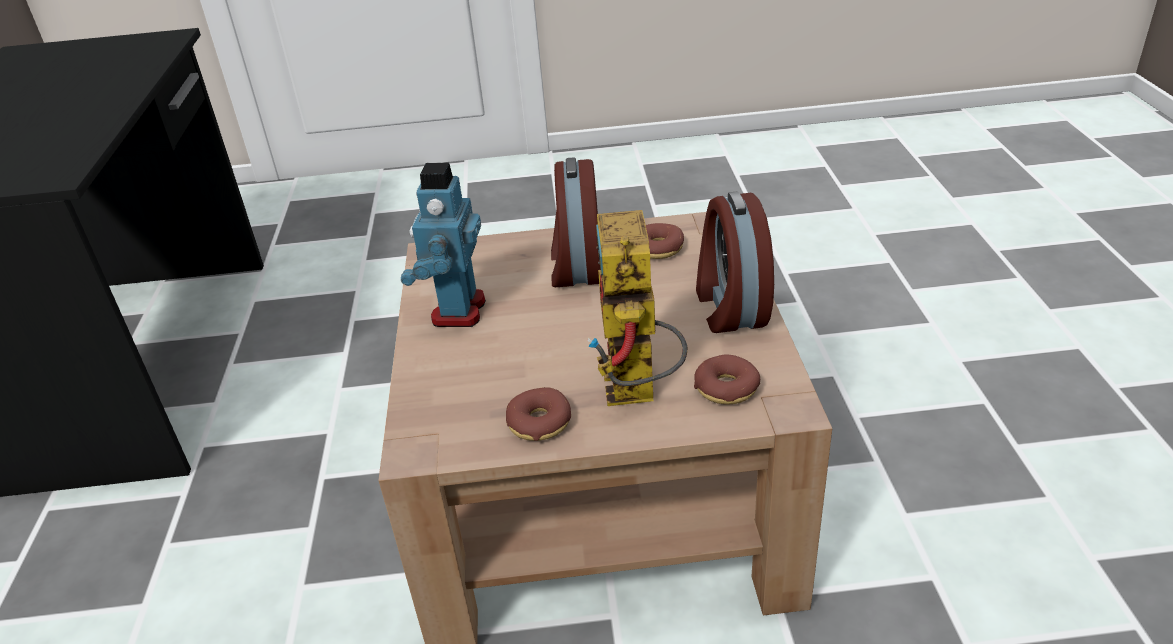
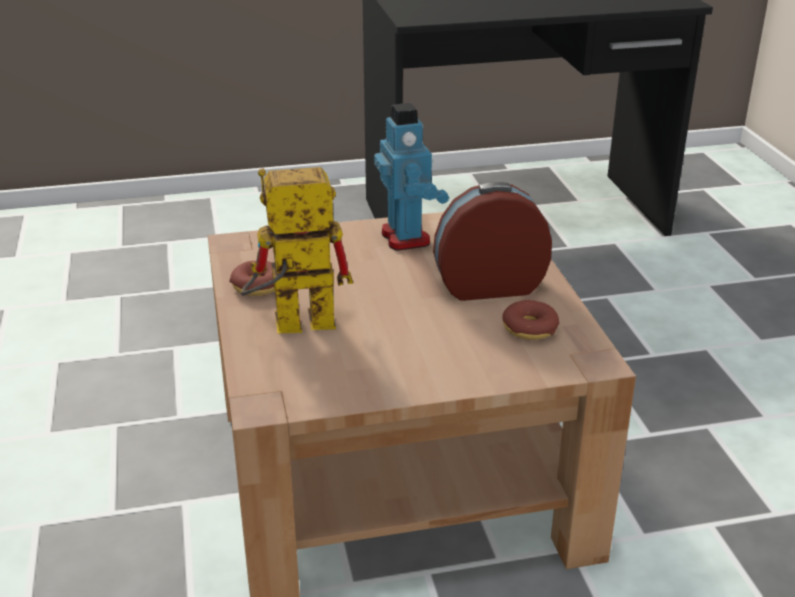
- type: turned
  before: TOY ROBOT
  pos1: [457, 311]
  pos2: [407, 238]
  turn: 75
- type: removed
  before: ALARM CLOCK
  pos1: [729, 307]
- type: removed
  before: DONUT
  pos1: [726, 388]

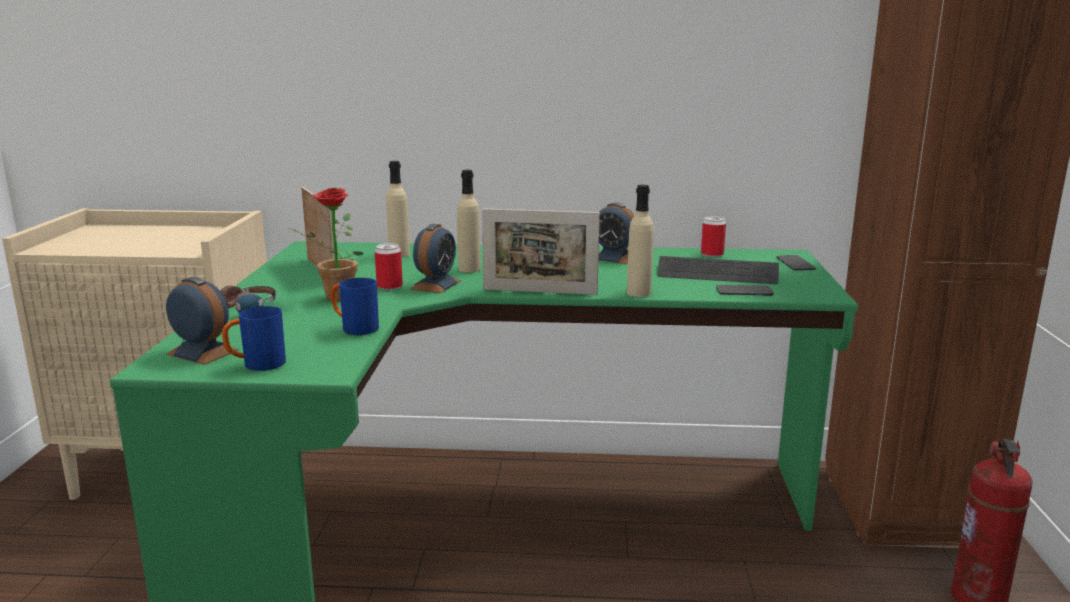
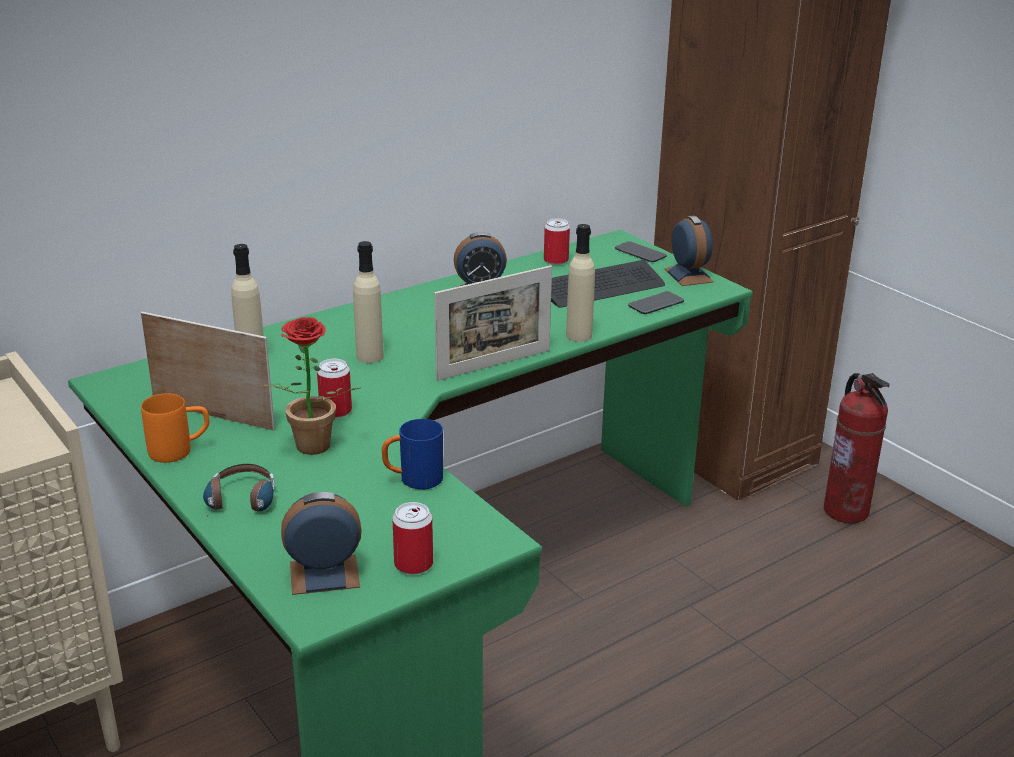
- type: moved
  before: ALARM CLOCK
  pos1: [435, 285]
  pos2: [688, 275]
- type: replaced
  before: BLUE MUG
  after: CAN
  pos1: [256, 365]
  pos2: [413, 564]
- type: added
  after: ORANGE MUG
  pos2: [180, 450]

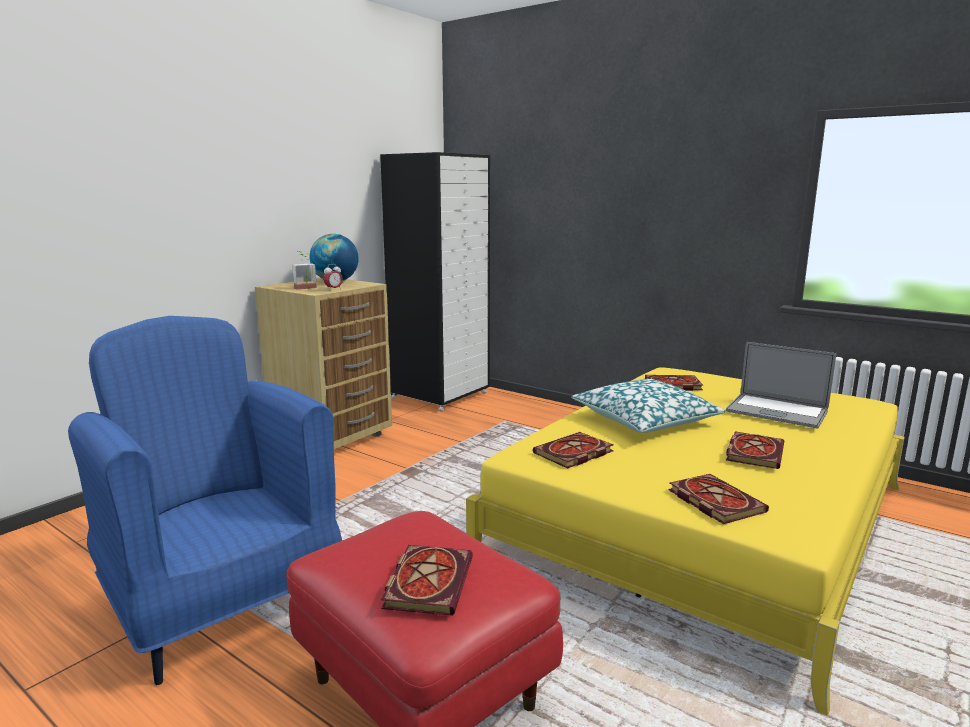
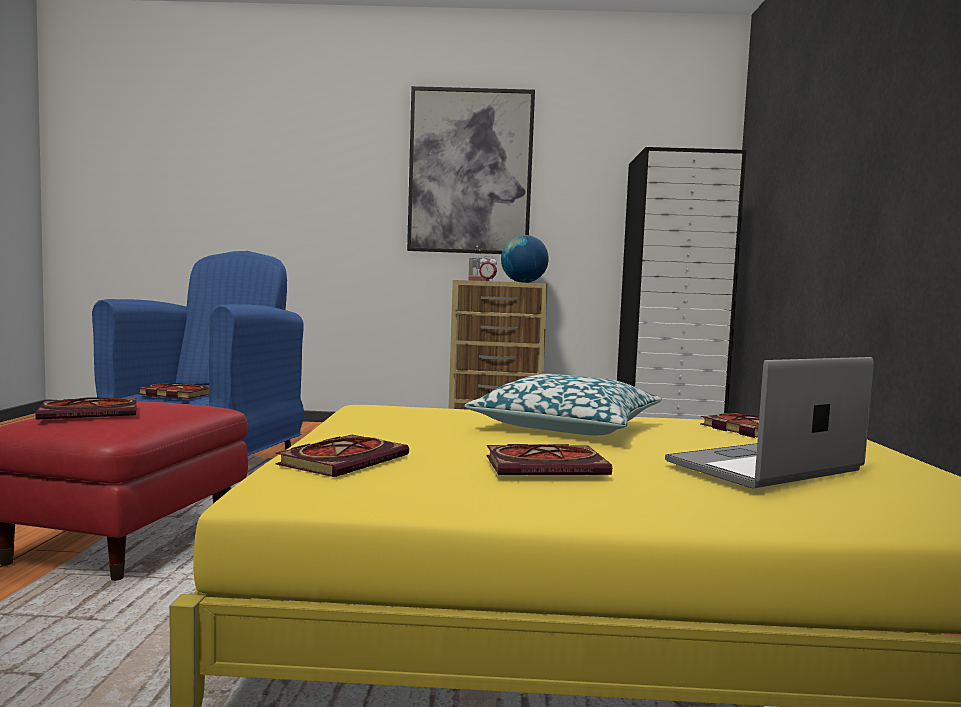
- type: turned
  before: LAPTOP
  pos1: [776, 411]
  pos2: [763, 466]
  turn: 60
- type: moved
  before: BOOK
  pos1: [573, 453]
  pos2: [175, 394]
- type: added
  after: PICTURE
  pos2: [470, 172]

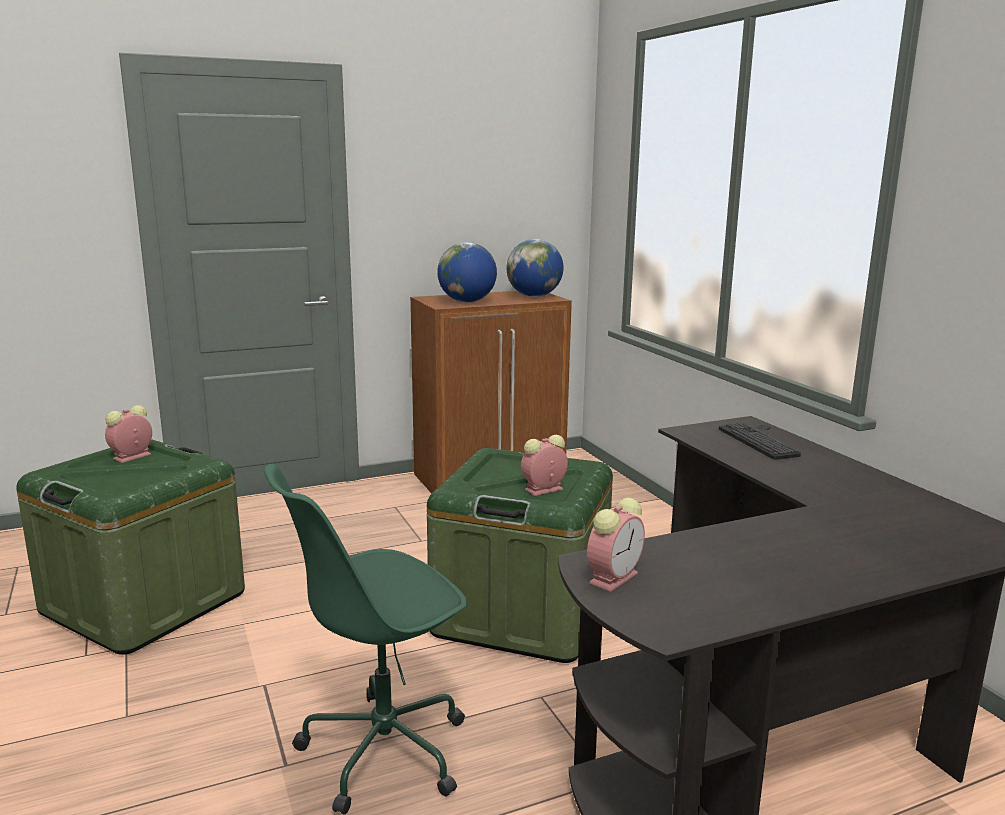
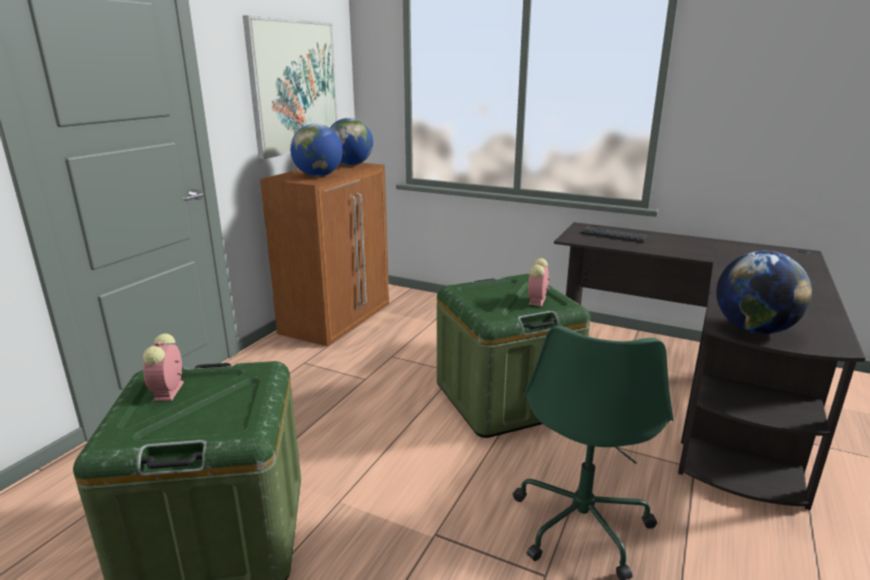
- type: replaced
  before: ALARM CLOCK
  after: GLOBE
  pos1: [614, 577]
  pos2: [753, 329]
- type: added
  after: PICTURE
  pos2: [294, 87]

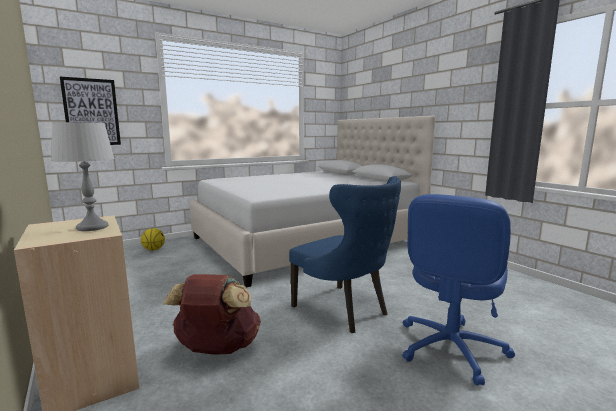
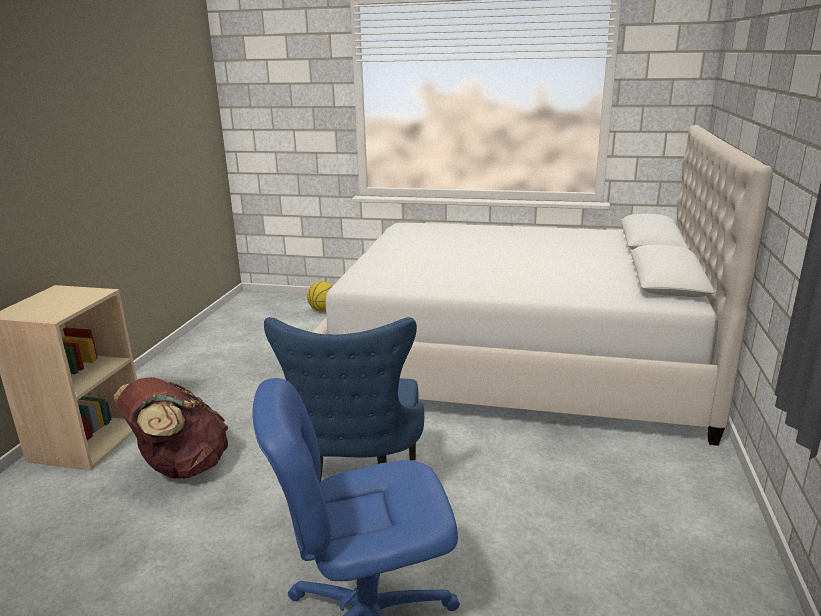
- type: removed
  before: PICTURE
  pos1: [91, 112]
- type: removed
  before: GREY TABLE LAMP
  pos1: [93, 227]

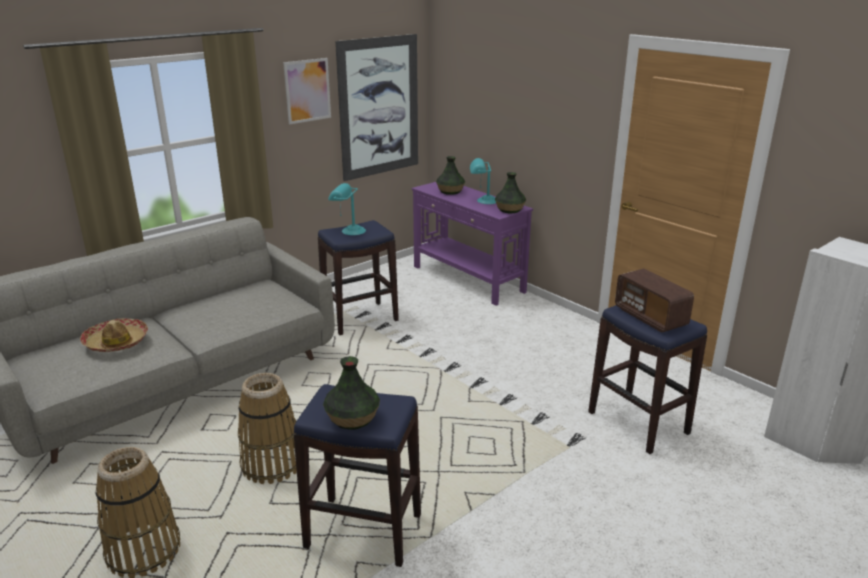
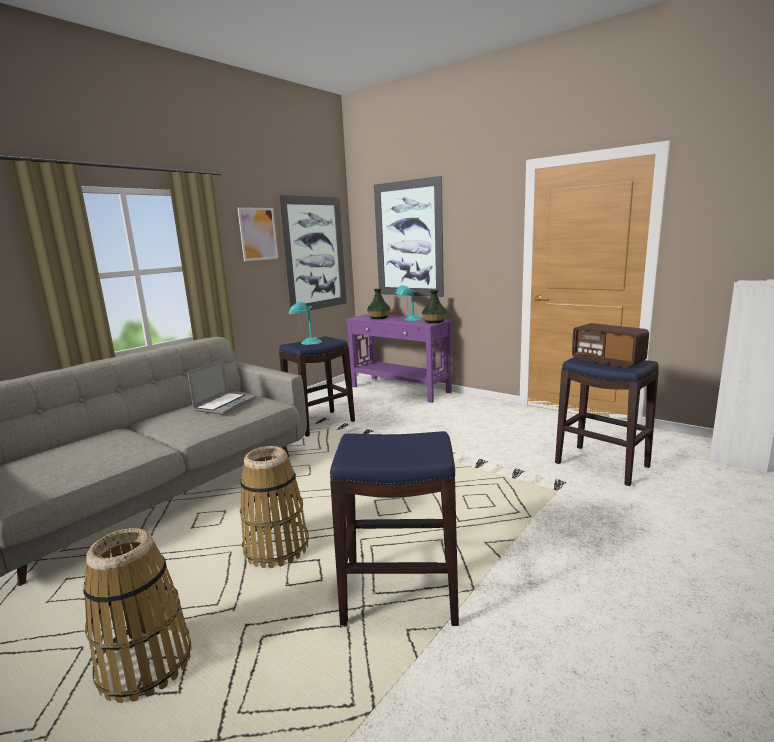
- type: removed
  before: HAT
  pos1: [116, 342]
- type: removed
  before: VASE
  pos1: [352, 418]
- type: added
  after: PICTURE
  pos2: [408, 239]
- type: added
  after: LAPTOP
  pos2: [225, 404]

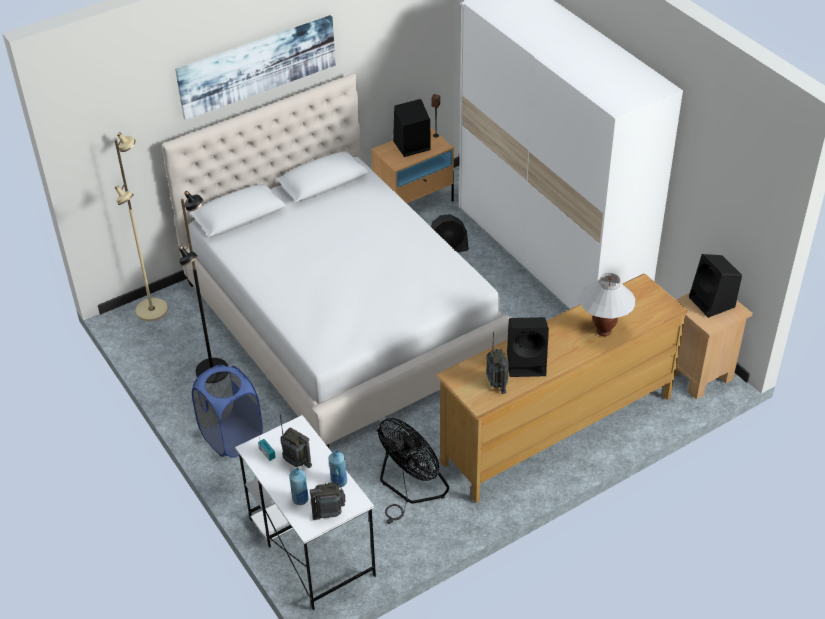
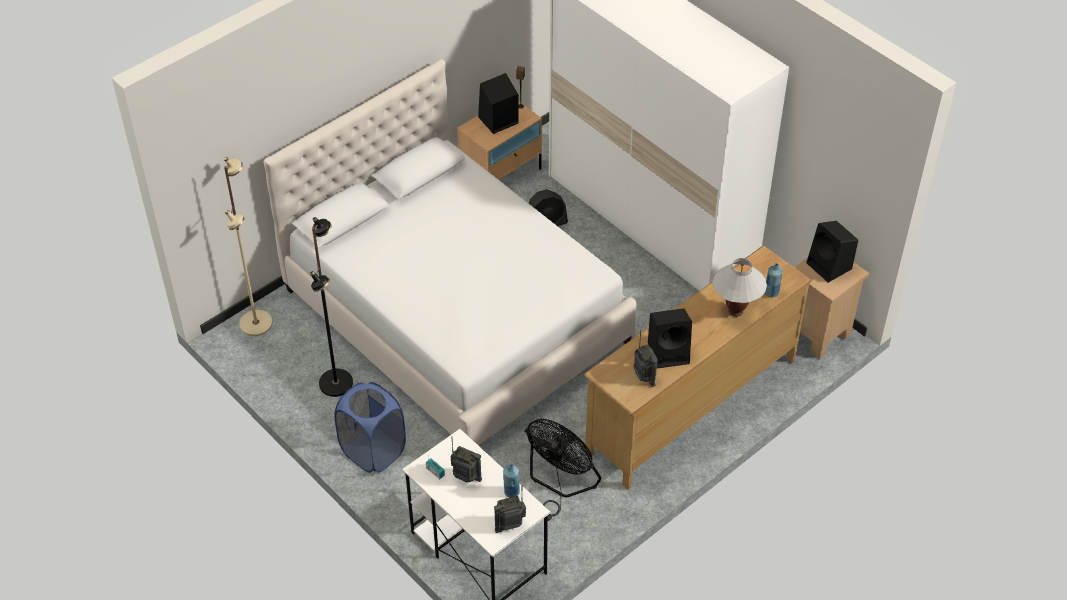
- type: removed
  before: PICTURE
  pos1: [257, 66]
- type: moved
  before: BLUE BOTTLE
  pos1: [300, 499]
  pos2: [771, 293]

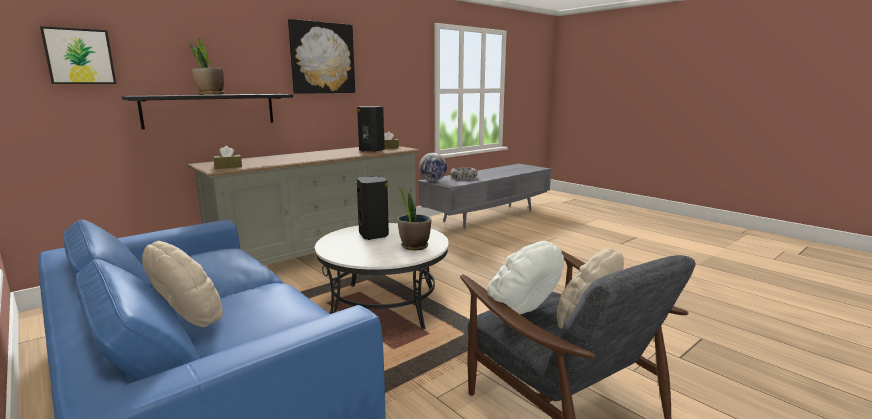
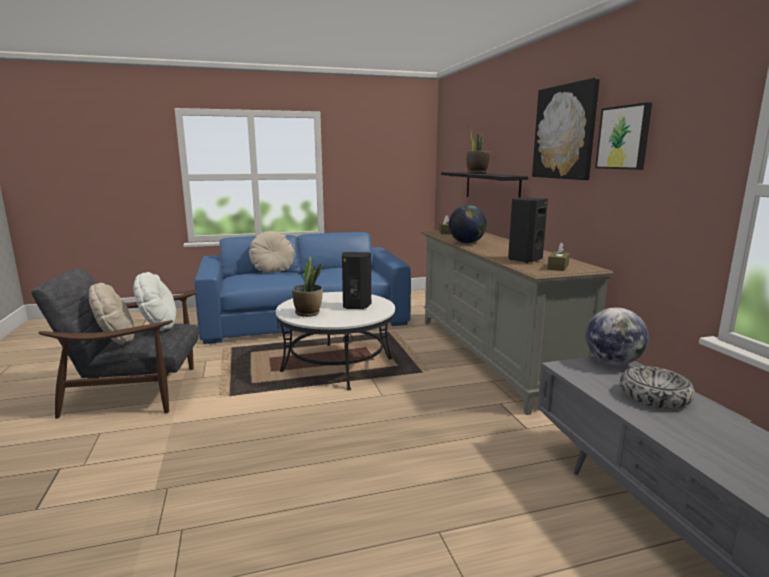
- type: moved
  before: PICTURE
  pos1: [79, 56]
  pos2: [624, 137]
- type: added
  after: GLOBE
  pos2: [466, 243]

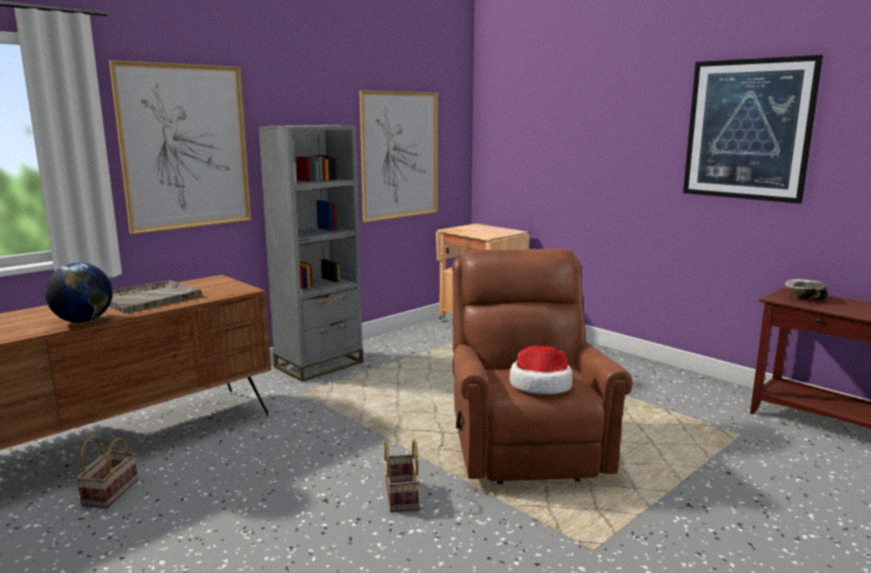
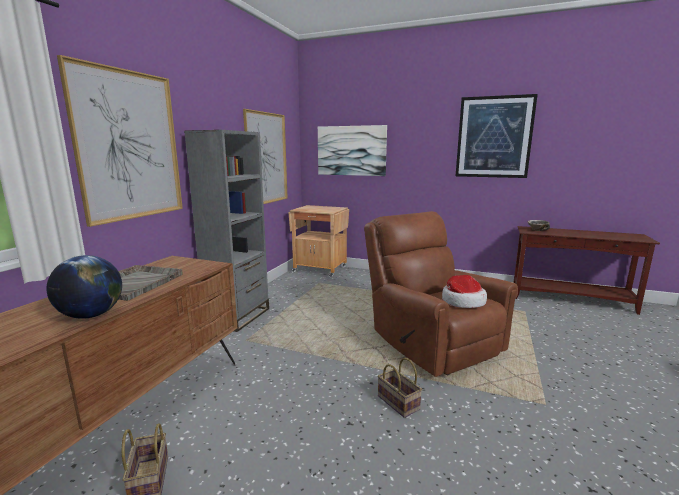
- type: added
  after: PICTURE
  pos2: [351, 150]

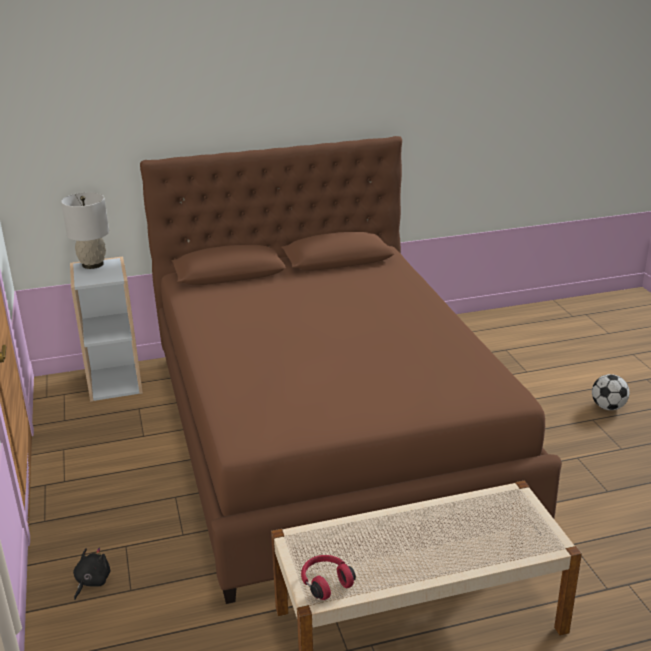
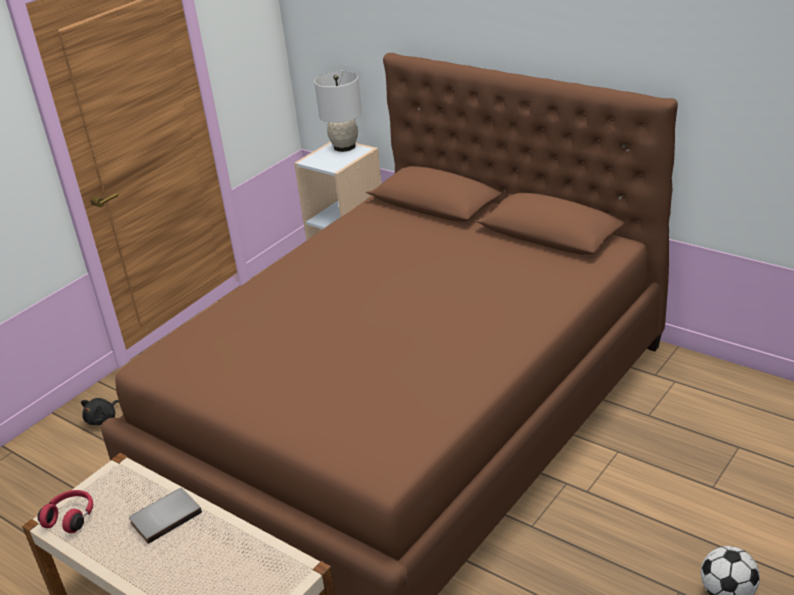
- type: turned
  before: BLACK PLUSH TOY
  pos1: [91, 582]
  pos2: [103, 419]
  turn: 135
- type: added
  after: GREY BOOK
  pos2: [164, 516]

